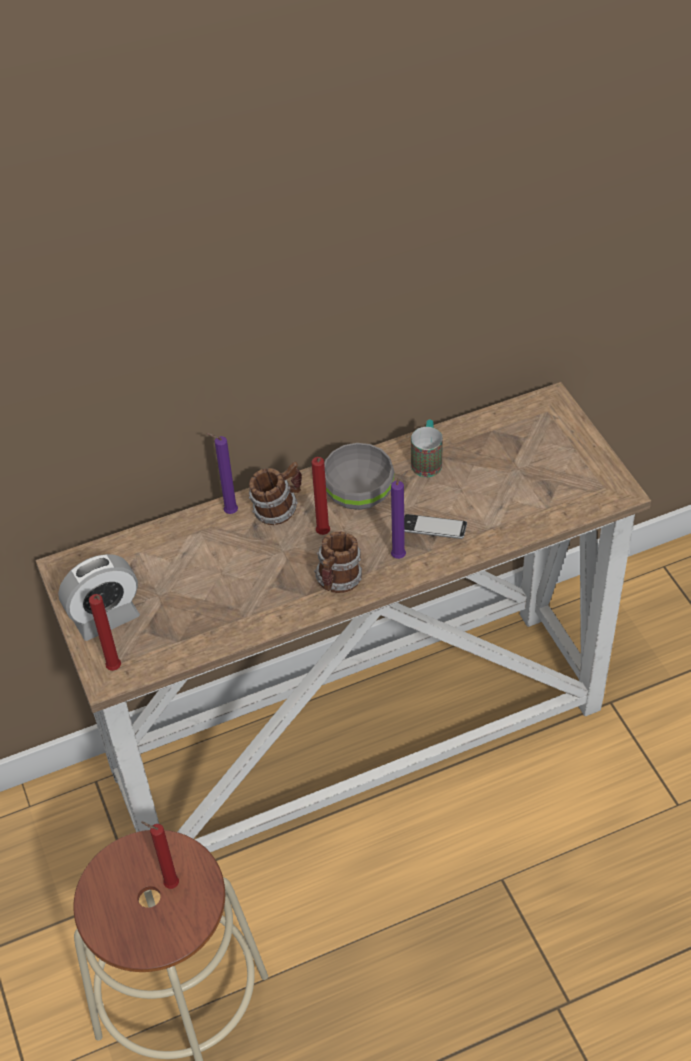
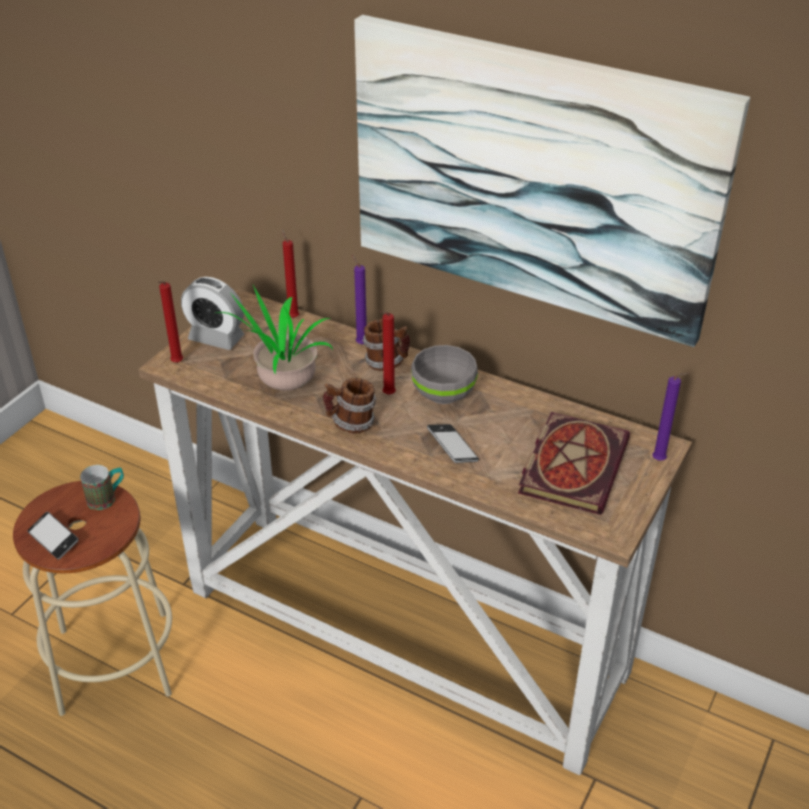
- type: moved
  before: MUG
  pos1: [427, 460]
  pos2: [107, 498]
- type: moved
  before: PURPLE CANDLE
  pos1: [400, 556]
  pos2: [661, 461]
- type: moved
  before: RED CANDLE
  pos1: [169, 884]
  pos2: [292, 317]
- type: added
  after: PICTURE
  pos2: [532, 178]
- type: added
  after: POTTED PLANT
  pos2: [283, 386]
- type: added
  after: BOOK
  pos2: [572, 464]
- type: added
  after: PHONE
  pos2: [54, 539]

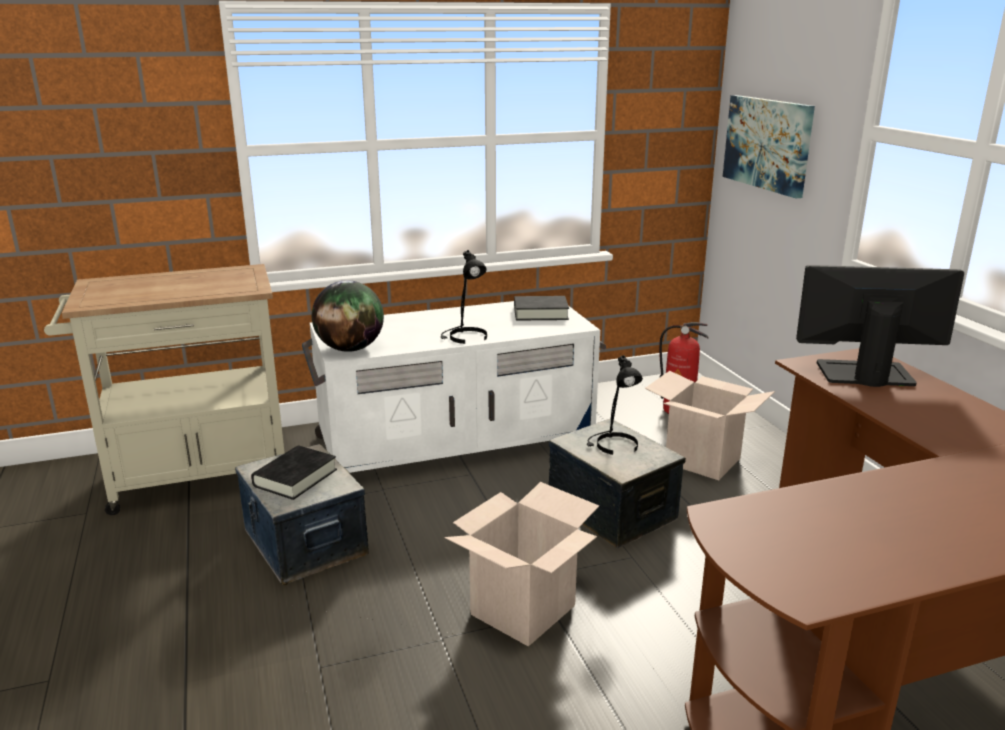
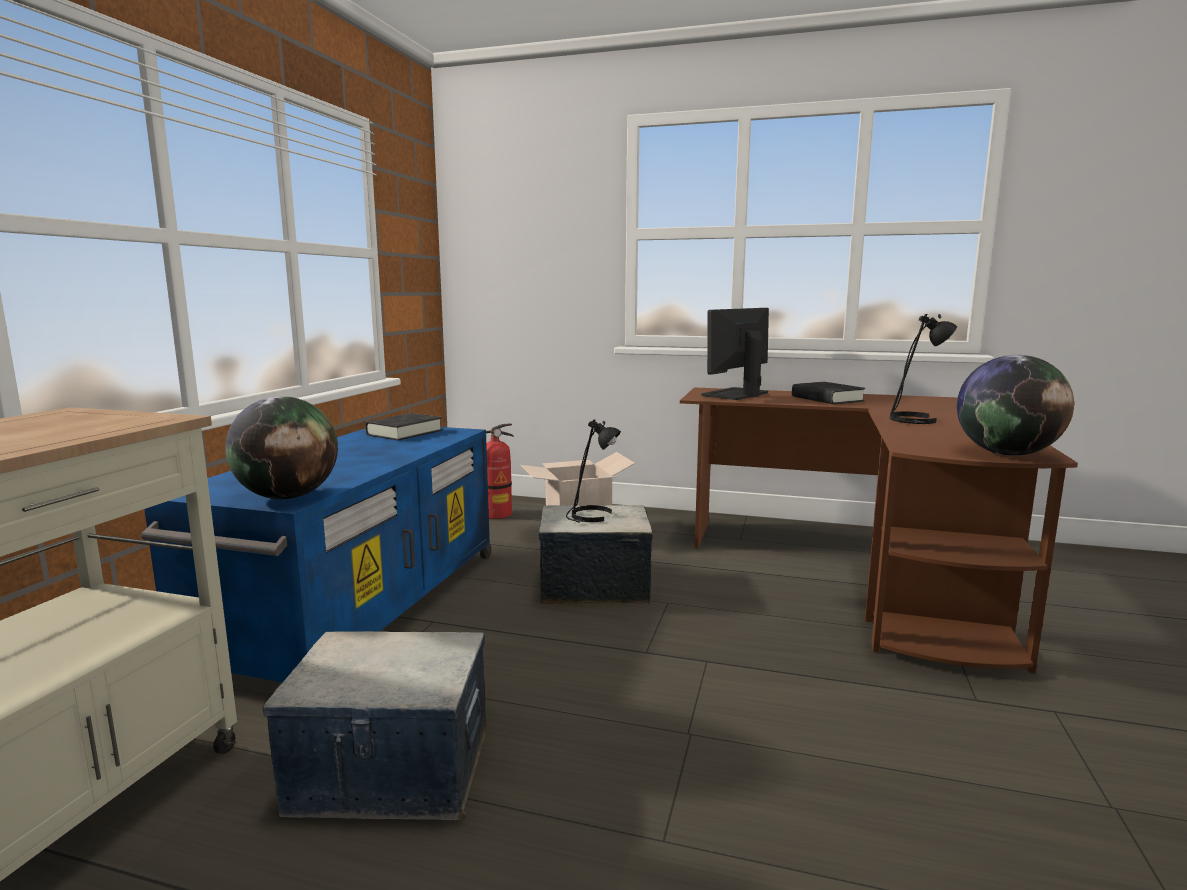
- type: removed
  before: PICTURE
  pos1: [768, 144]
- type: moved
  before: BLACK TABLE LAMP
  pos1: [466, 337]
  pos2: [914, 420]
- type: recoloured
  before: WHITE CABINET
  after: BLUE CABINET
  pos1: [457, 441]
  pos2: [361, 607]
- type: moved
  before: BLACK BOOK
  pos1: [295, 478]
  pos2: [827, 399]
- type: removed
  before: CARDBOARD BOX
  pos1: [523, 610]
- type: added
  after: GLOBE
  pos2: [1006, 454]

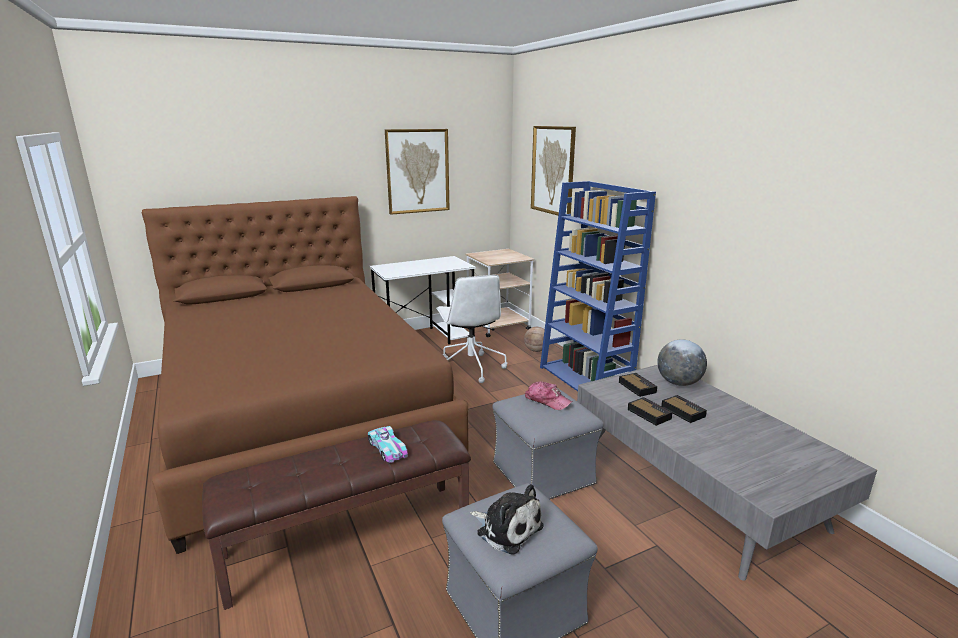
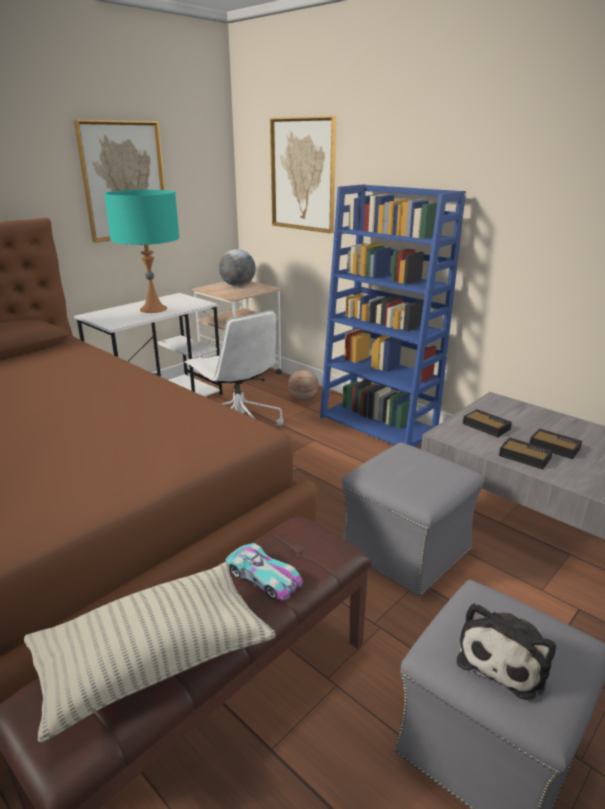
- type: moved
  before: GLOBE
  pos1: [678, 383]
  pos2: [238, 286]
- type: removed
  before: CAP
  pos1: [547, 400]
- type: turned
  before: PLUSH TOY
  pos1: [507, 528]
  pos2: [505, 658]
  turn: 105
- type: added
  after: TURQUOISE TABLE LAMP
  pos2: [153, 309]
- type: added
  after: PILLOW
  pos2: [153, 660]

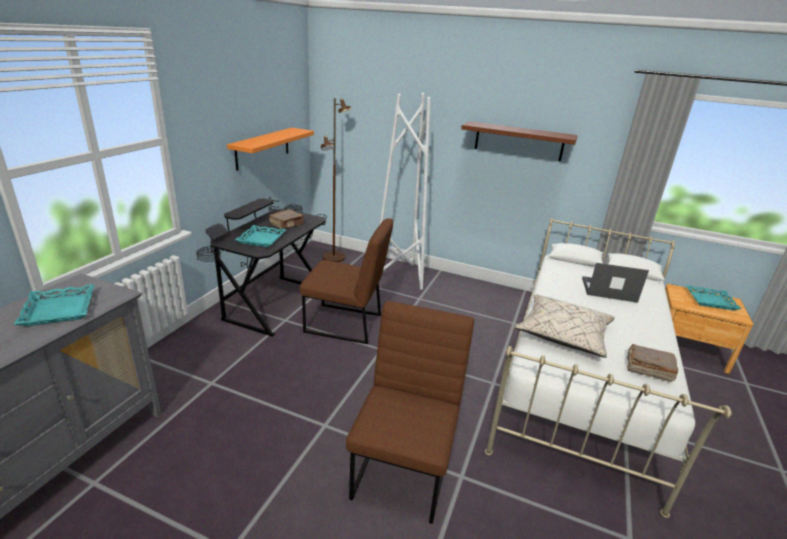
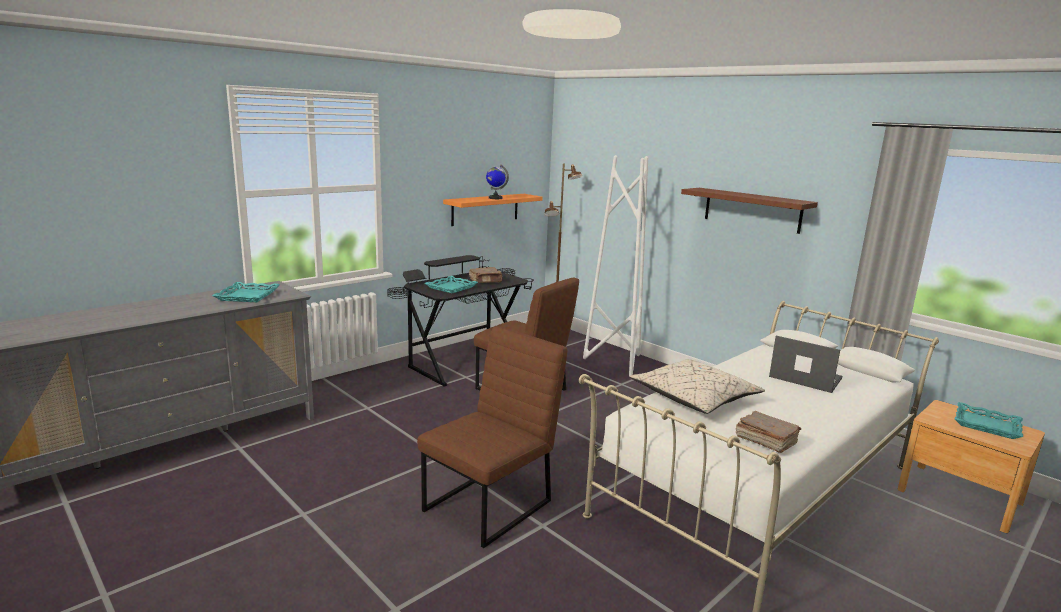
- type: added
  after: GLOBE
  pos2: [495, 198]

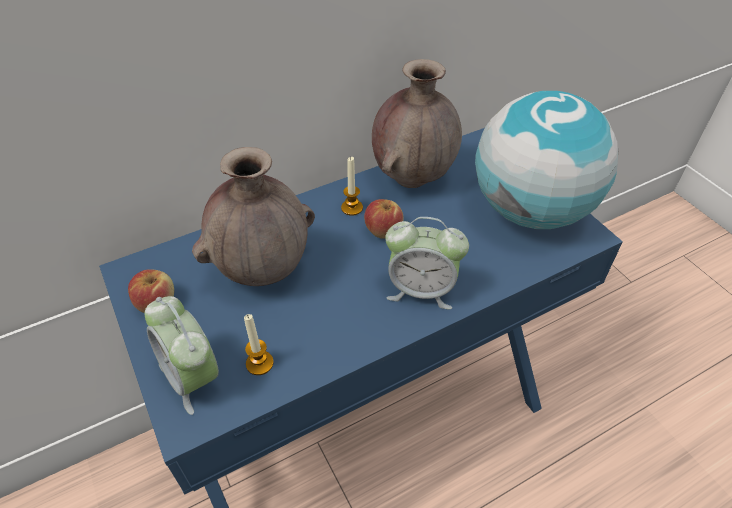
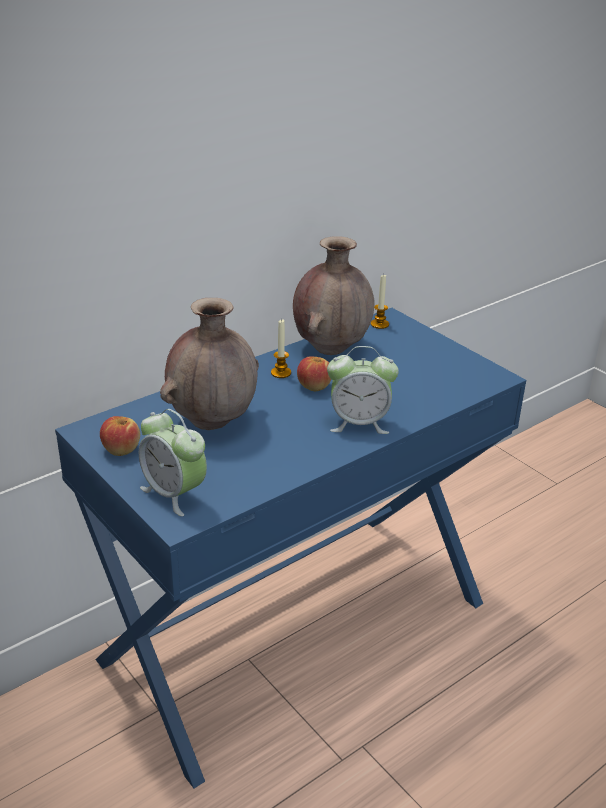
- type: removed
  before: GLOBE
  pos1: [530, 210]
- type: moved
  before: CANDLE
  pos1: [259, 363]
  pos2: [379, 324]

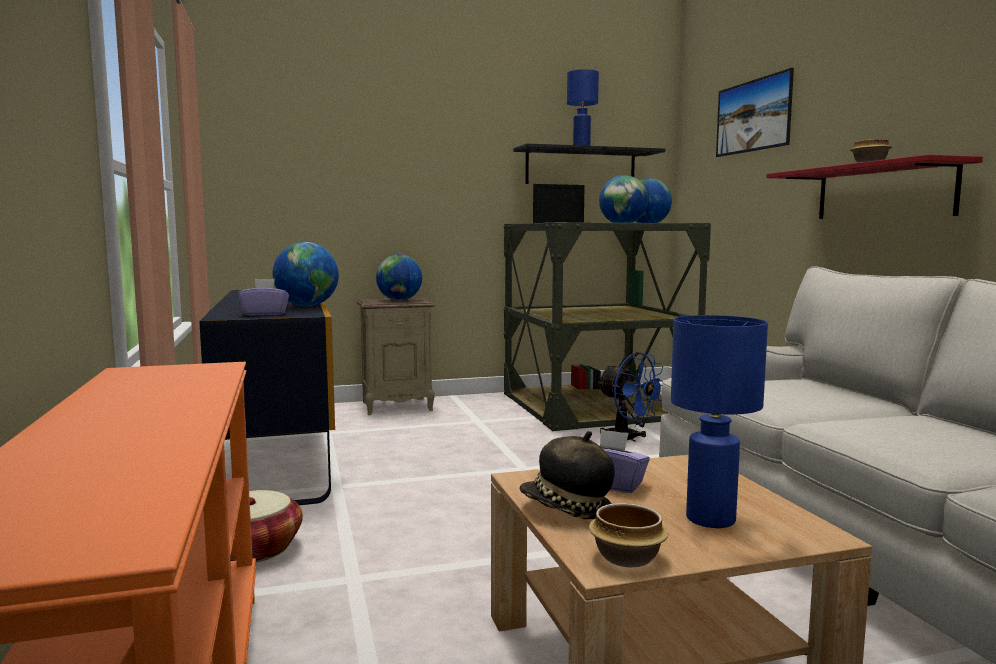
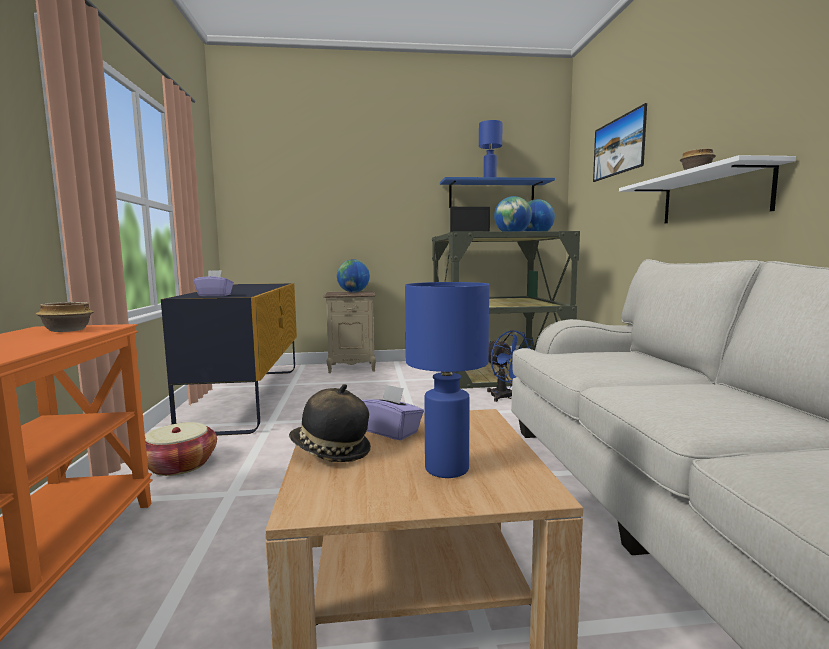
- type: recoloured
  before: BLACK SHELF
  after: BLUE SHELF
  pos1: [580, 167]
  pos2: [491, 195]
- type: recoloured
  before: RED SHELF
  after: WHITE SHELF
  pos1: [883, 192]
  pos2: [713, 196]
- type: removed
  before: GLOBE
  pos1: [307, 306]
- type: moved
  before: BOWL
  pos1: [625, 558]
  pos2: [66, 330]

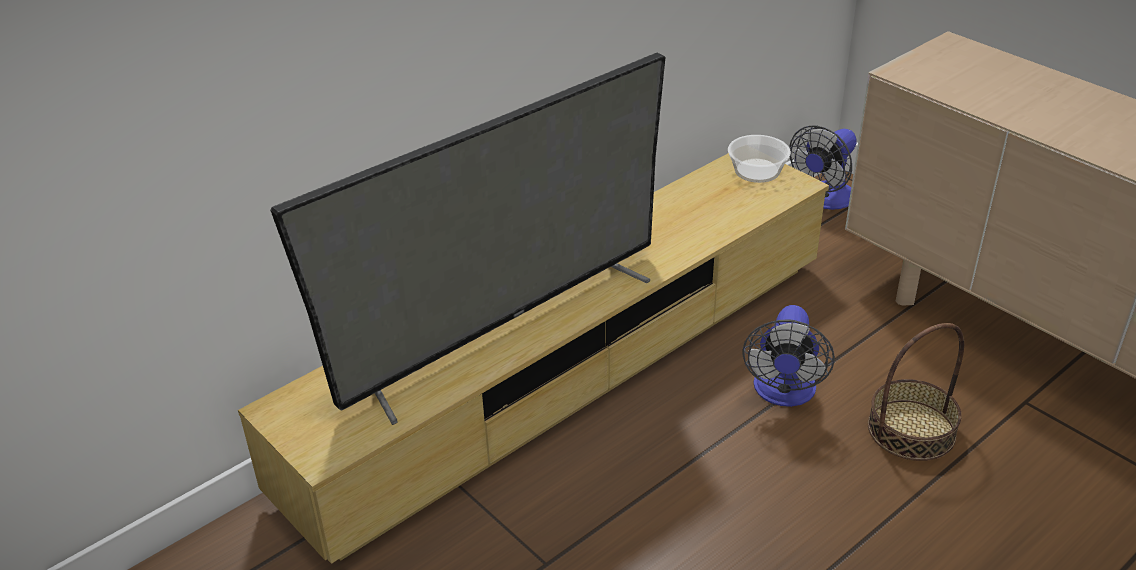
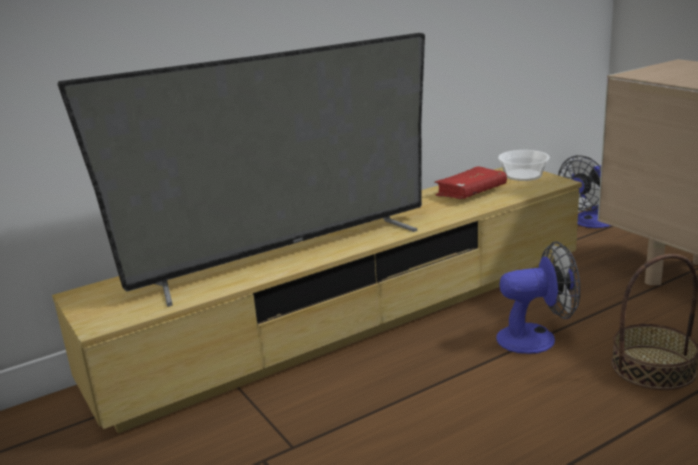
- type: turned
  before: FAN
  pos1: [783, 393]
  pos2: [536, 338]
  turn: -120
- type: added
  after: RED BOOK
  pos2: [470, 192]

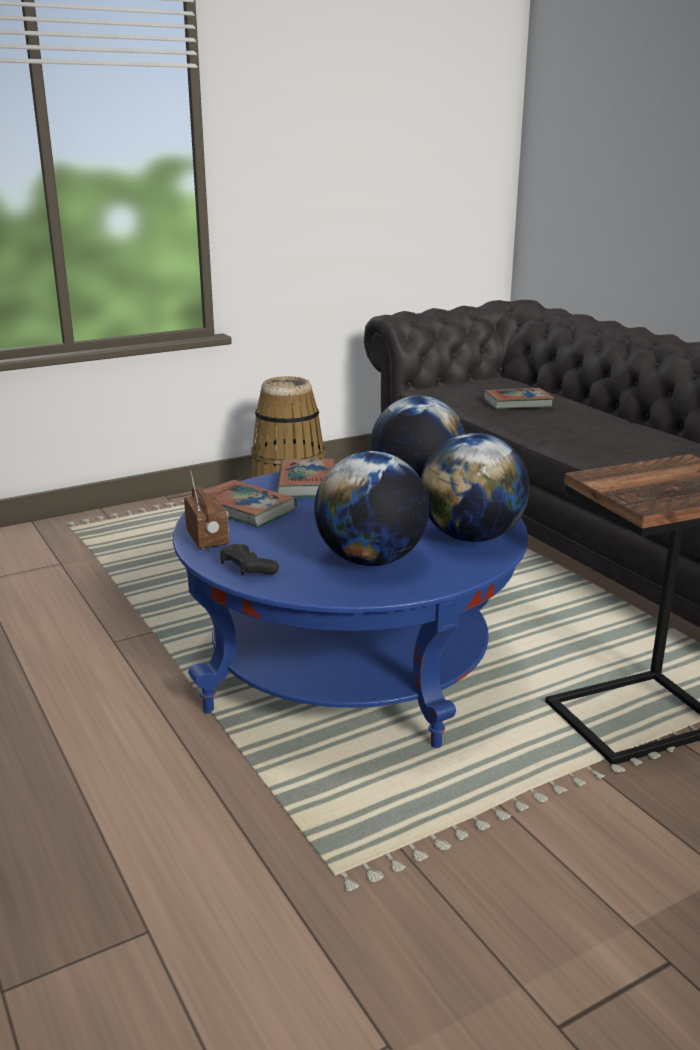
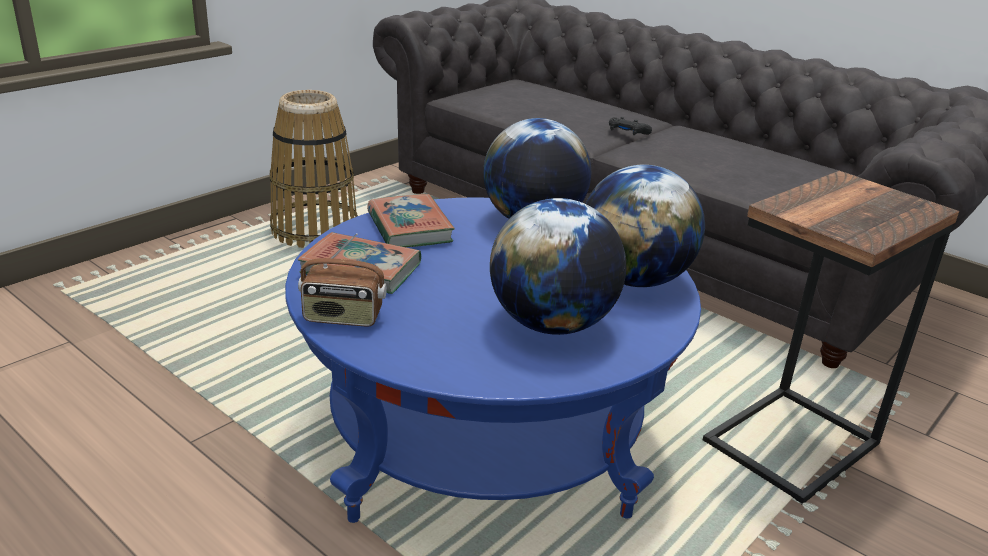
- type: removed
  before: BOOK
  pos1: [517, 403]
- type: turned
  before: RADIO
  pos1: [208, 539]
  pos2: [343, 318]
  turn: 135
- type: moved
  before: BLACK GAME CONTROLLER
  pos1: [247, 568]
  pos2: [627, 133]

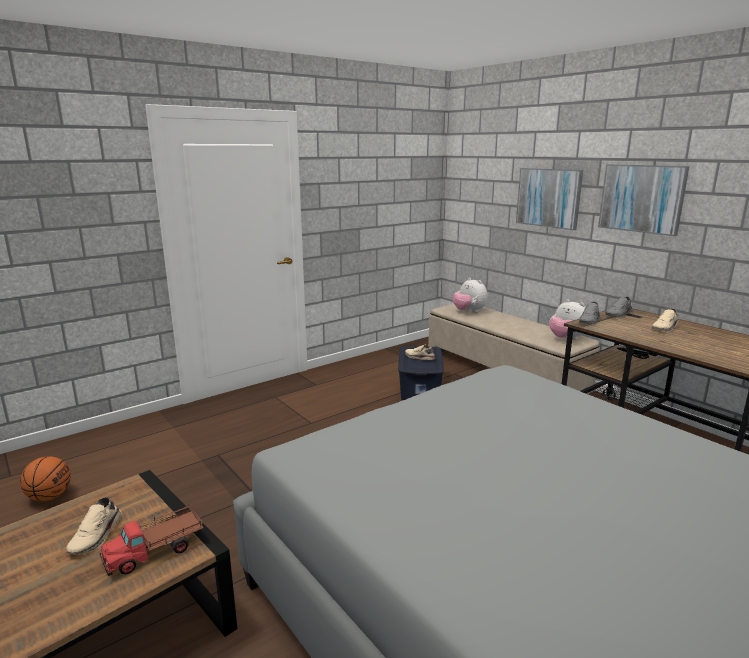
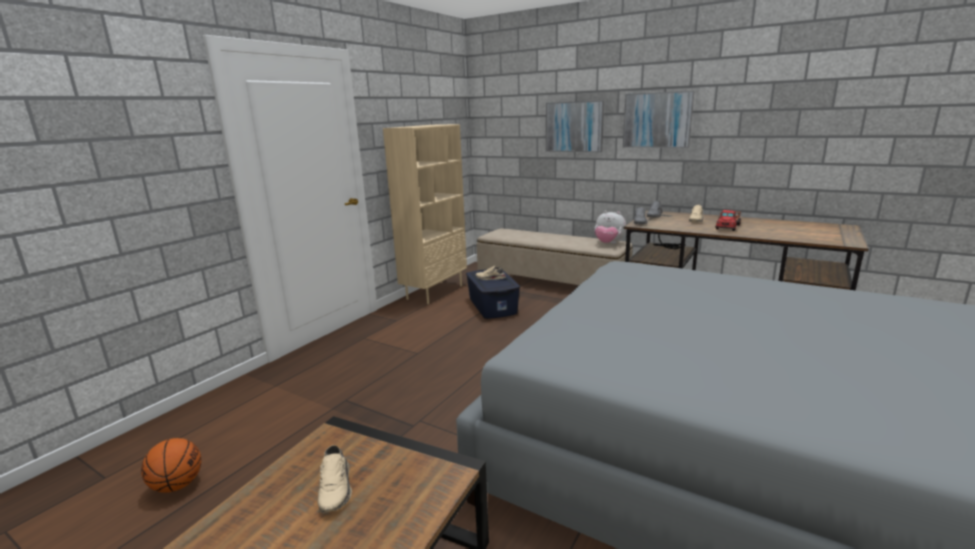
- type: removed
  before: PLUSH TOY
  pos1: [469, 311]
- type: moved
  before: TOY TRUCK
  pos1: [156, 551]
  pos2: [727, 226]
- type: added
  after: BEIGE BOOKCASE
  pos2: [434, 292]

